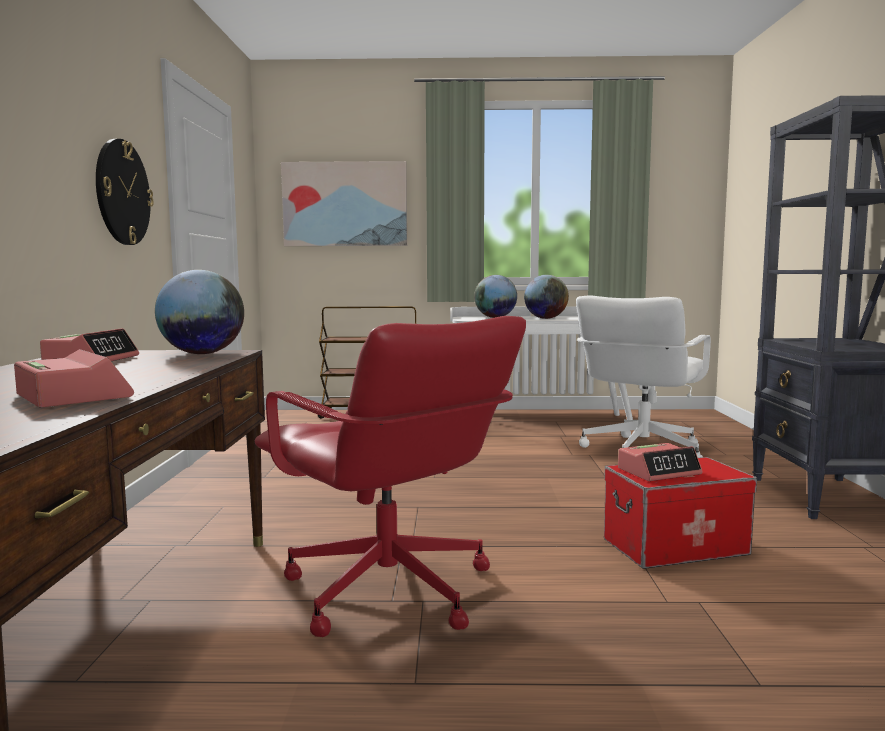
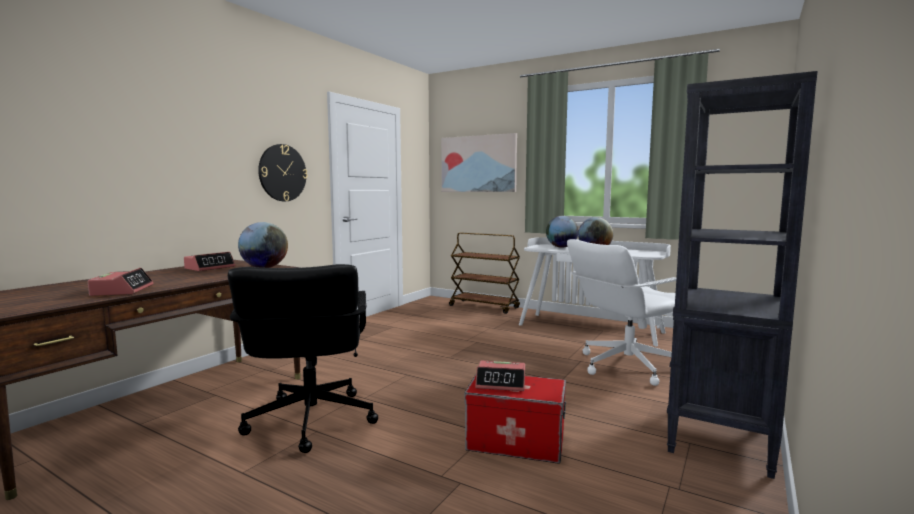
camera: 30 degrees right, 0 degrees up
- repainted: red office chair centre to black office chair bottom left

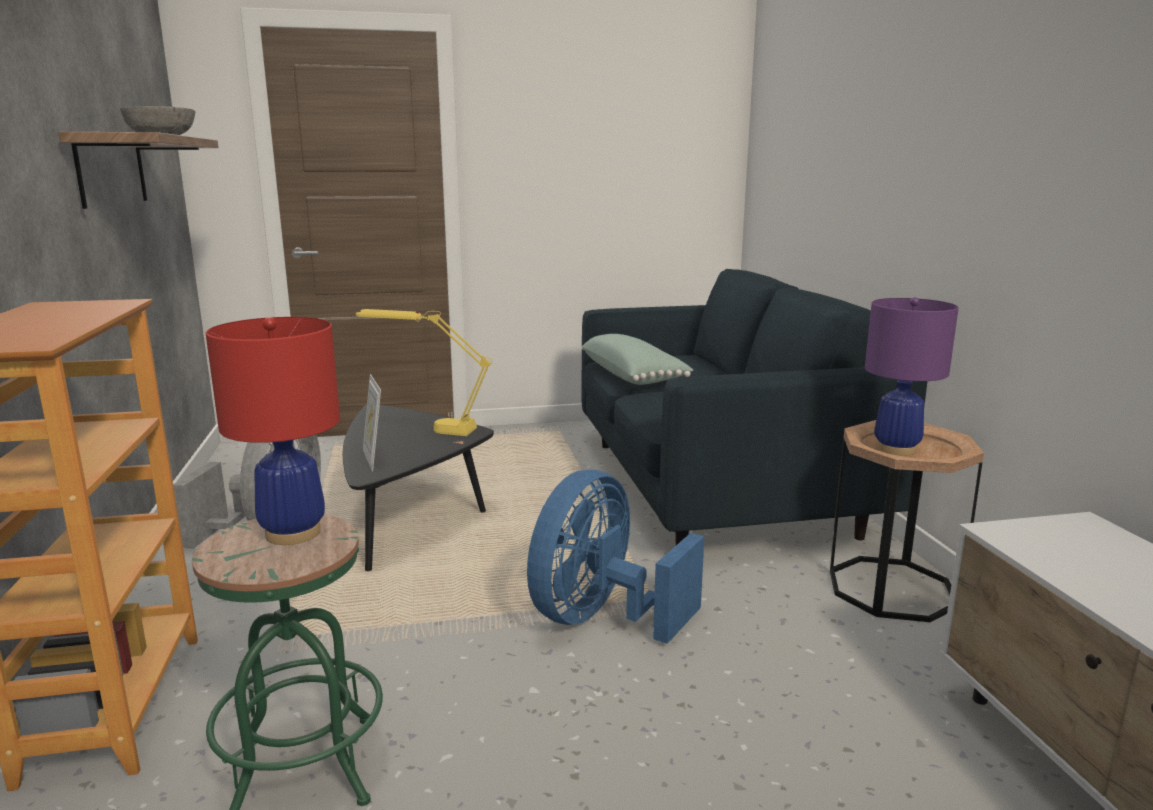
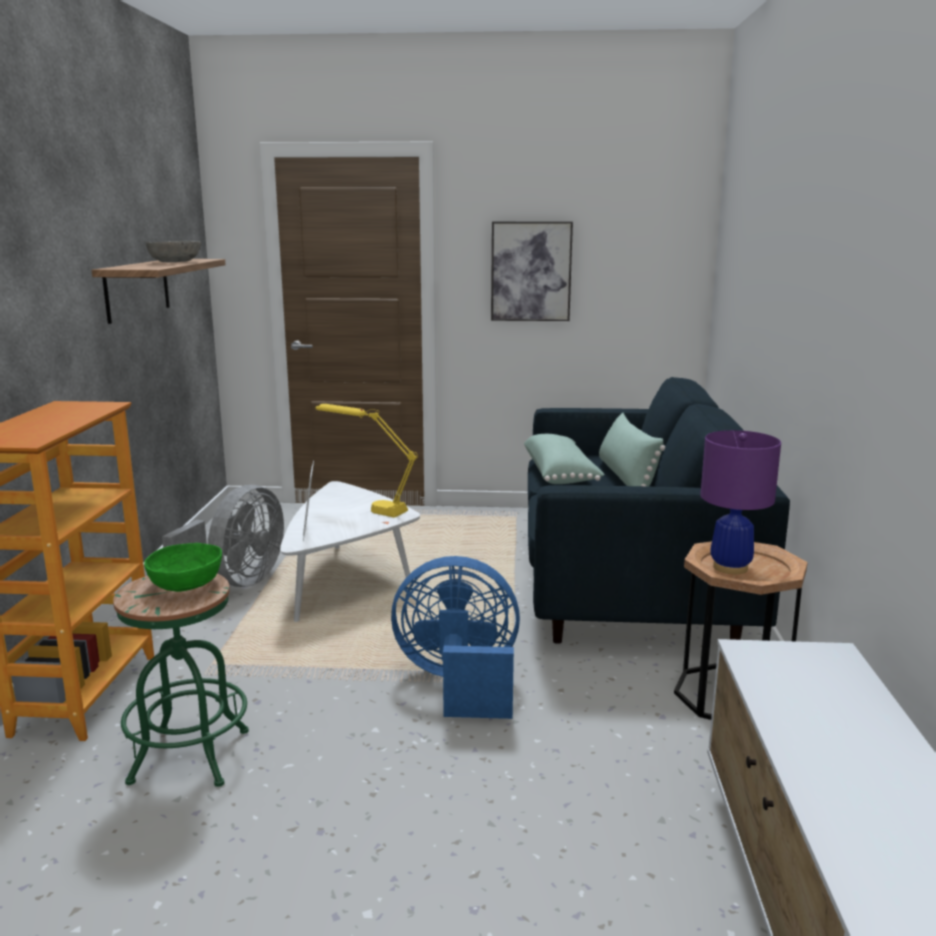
camera: 15 degrees right, 0 degrees up
- swapped: red table lamp middle left to green bowl middle left
- repainted: black coffee table centre to white coffee table centre
- rotated: blue fan bottom centre = bottom centre 45 degrees clockwise
- new: picture top centre
- new: green pillow (no. 2 from left) middle right

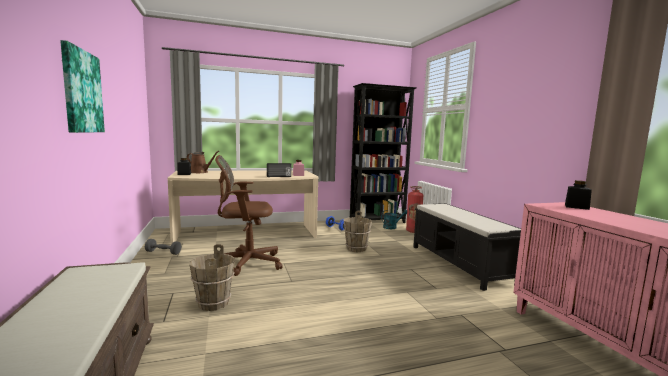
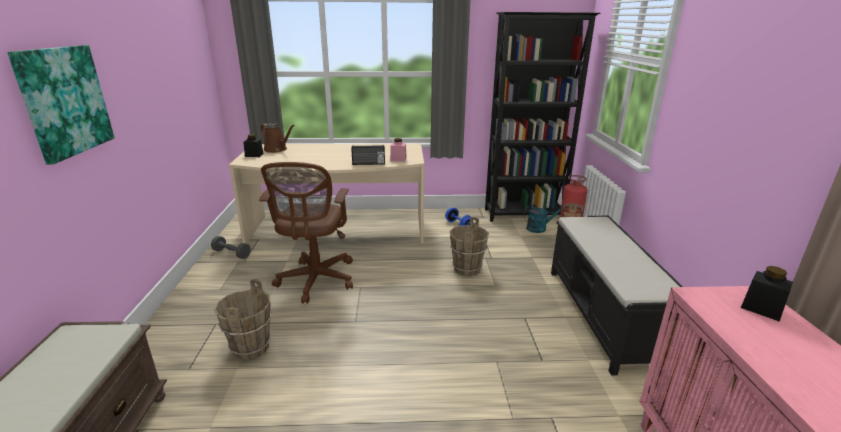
camera: 15 degrees right, 15 degrees up
- rotated: brown office chair centre = centre 90 degrees counterclockwise

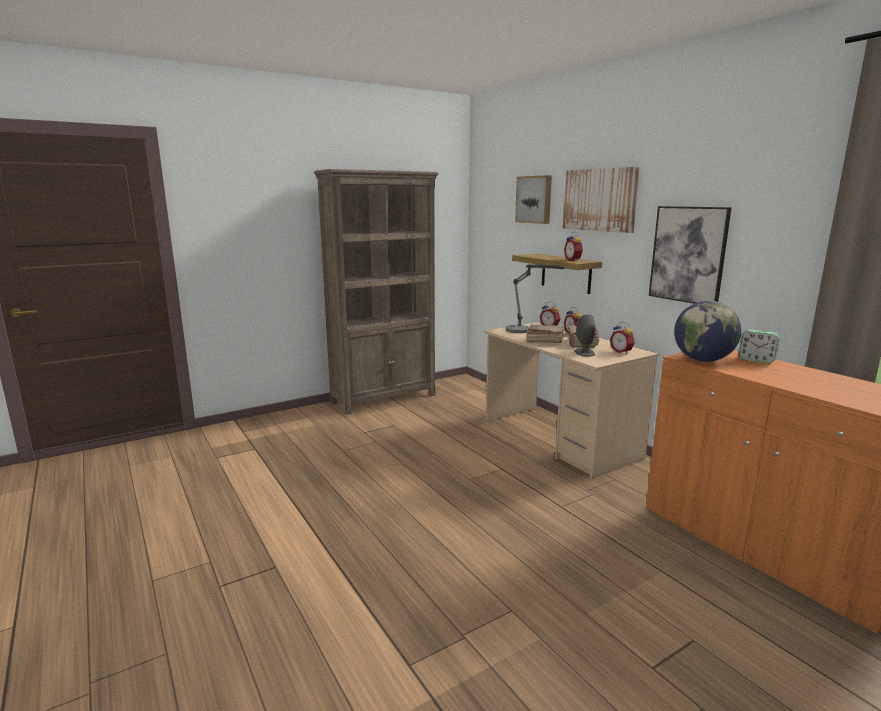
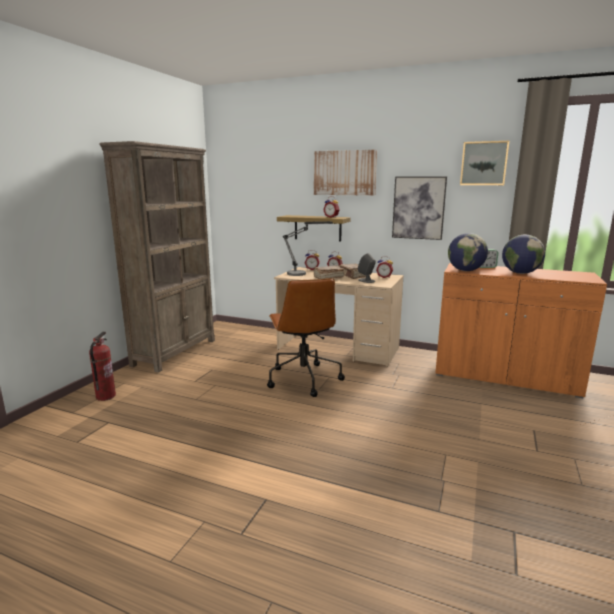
camera: 35 degrees left, 0 degrees up
- new: fire extinguisher middle left
- new: brown office chair centre
- shifted: picture (no. 1 from left in the first image) top centre to picture (no. 3 from left) top right
- new: globe (no. 2 from left) middle right

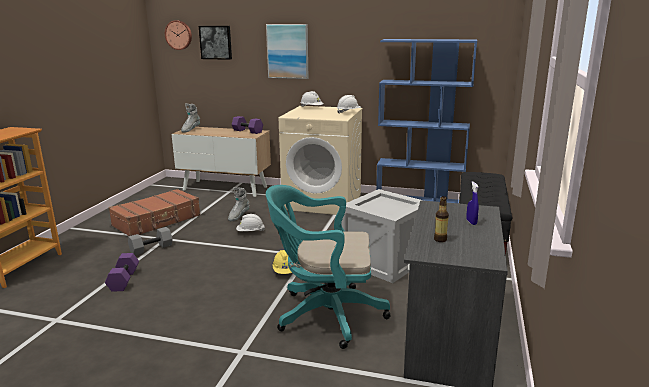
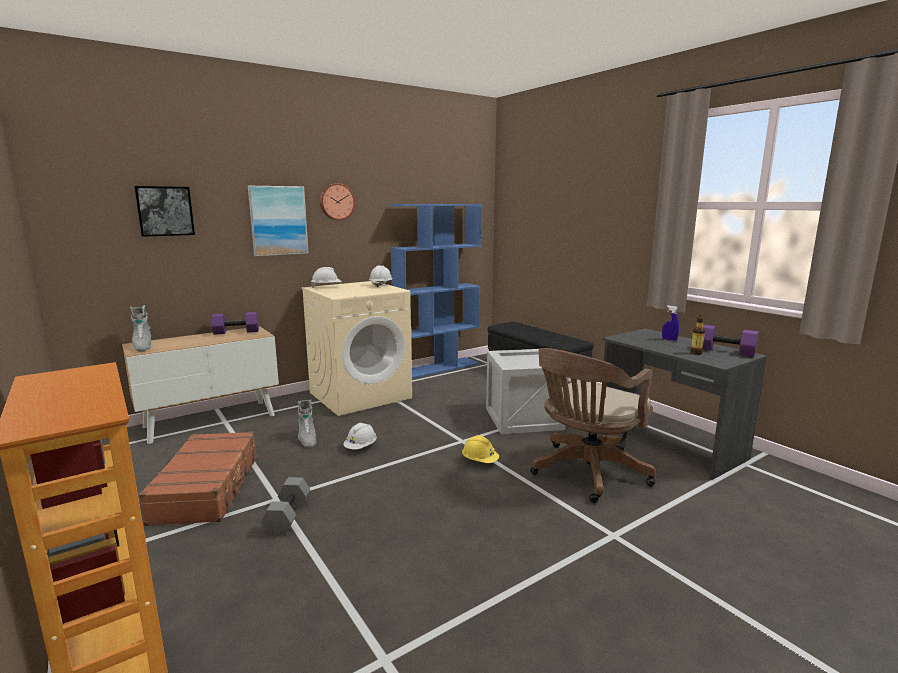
camera: 50 degrees left, 5 degrees down
- shifted: wall clock top left to top centre
- repainted: turquoise office chair bottom centre to brown office chair centre
- shifted: purple dumbbell (no. 1 from left in the first image) bottom left to purple dumbbell (no. 2 from left) middle right

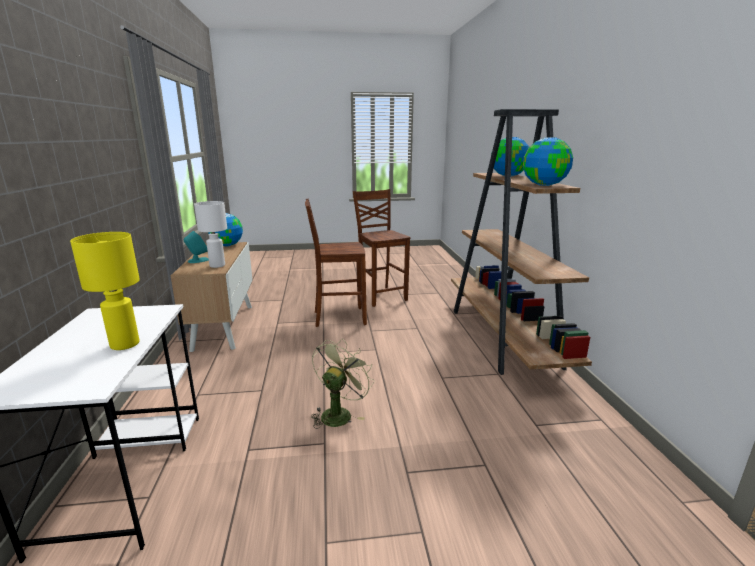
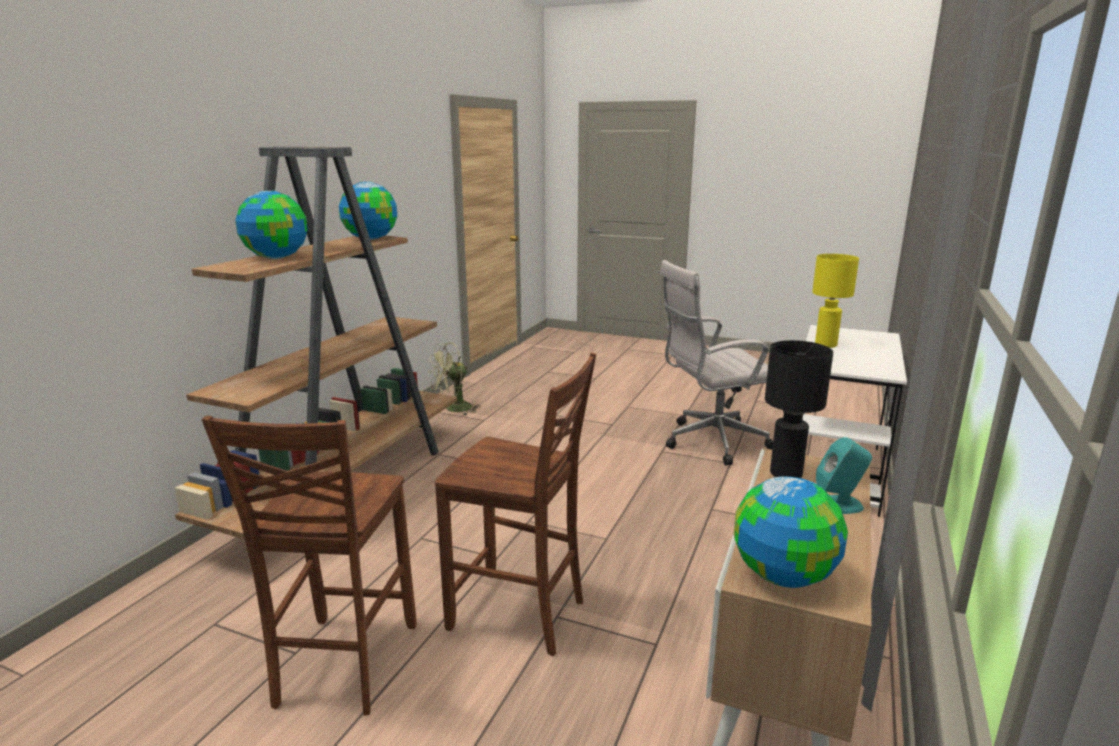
camera: 150 degrees left, 0 degrees up
- shifted: green fan bottom centre to centre
- new: white office chair centre
- repainted: white table lamp middle left to black table lamp middle right

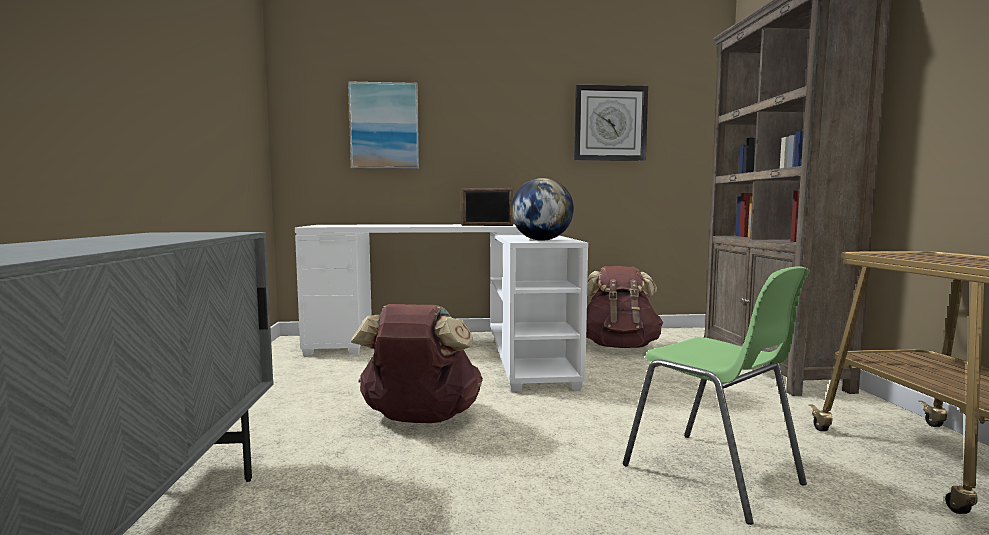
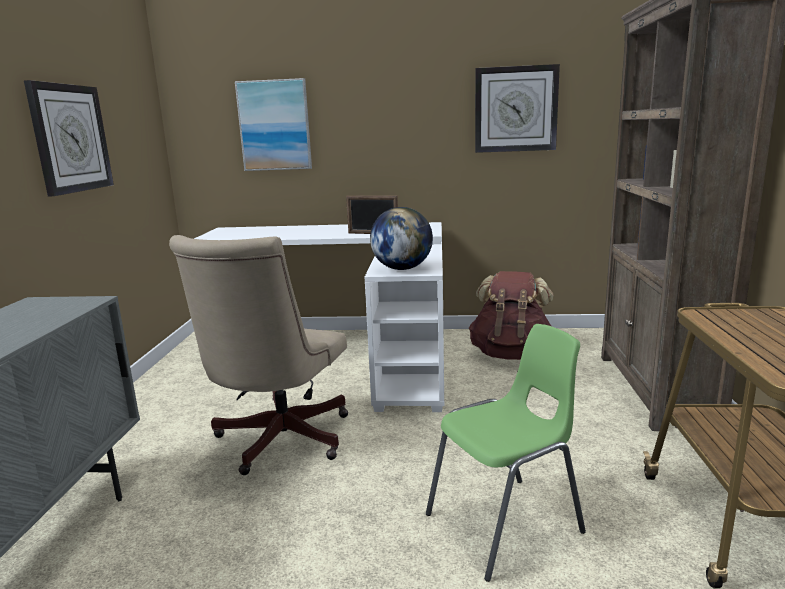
camera: 10 degrees right, 10 degrees up
- new: wall clock (no. 1 from left) top left
- swapped: brown backpack (no. 1 from left) bottom centre to beige office chair middle left
- rotated: green chair bottom right = bottom centre 90 degrees counterclockwise

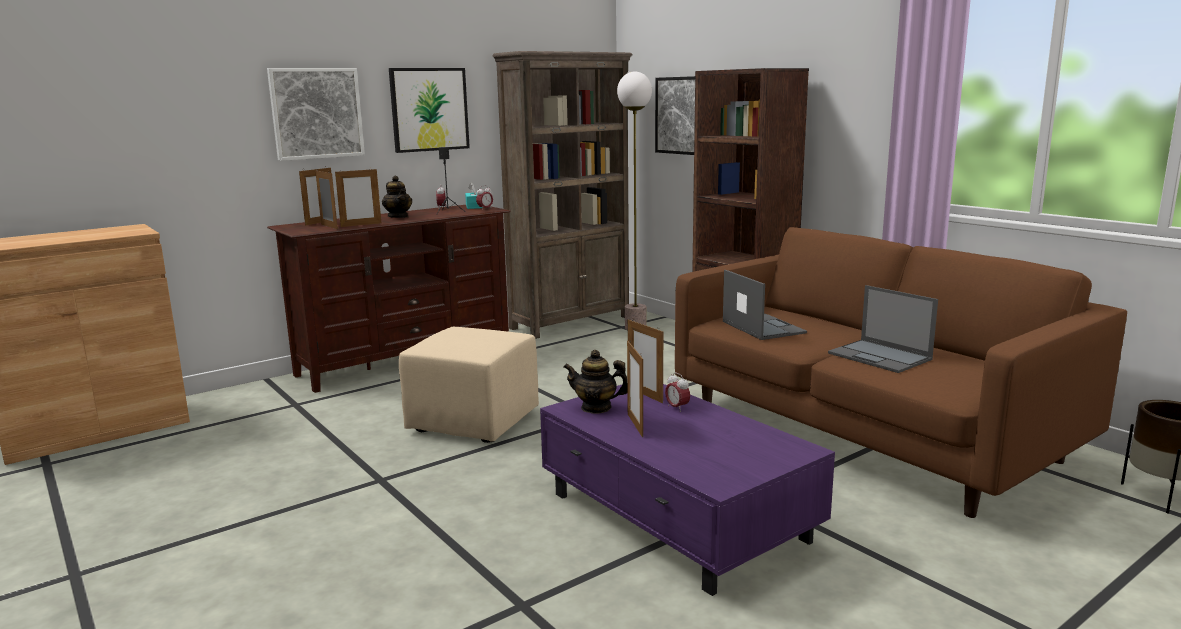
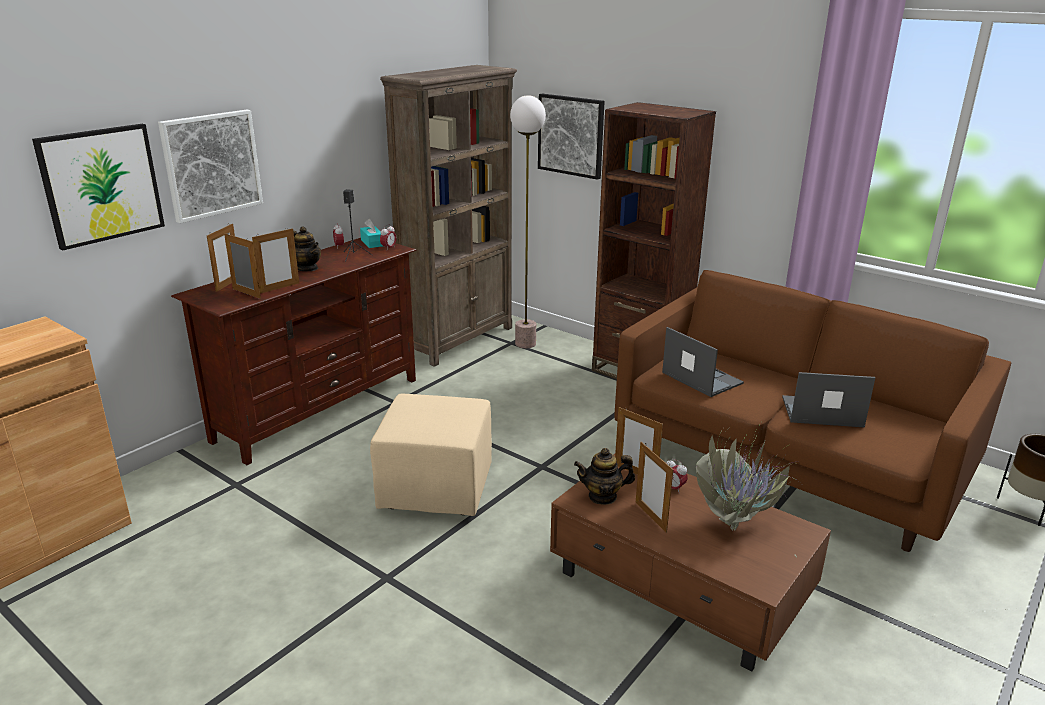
camera: 15 degrees left, 10 degrees up
- shifted: picture (no. 2 from left in the first image) top centre to picture (no. 1 from left) top left
- repainted: purple coffee table bottom centre to brown coffee table bottom centre
- new: potted plant bottom right
- rotated: laptop (no. 2 from left) middle right = middle right 150 degrees clockwise

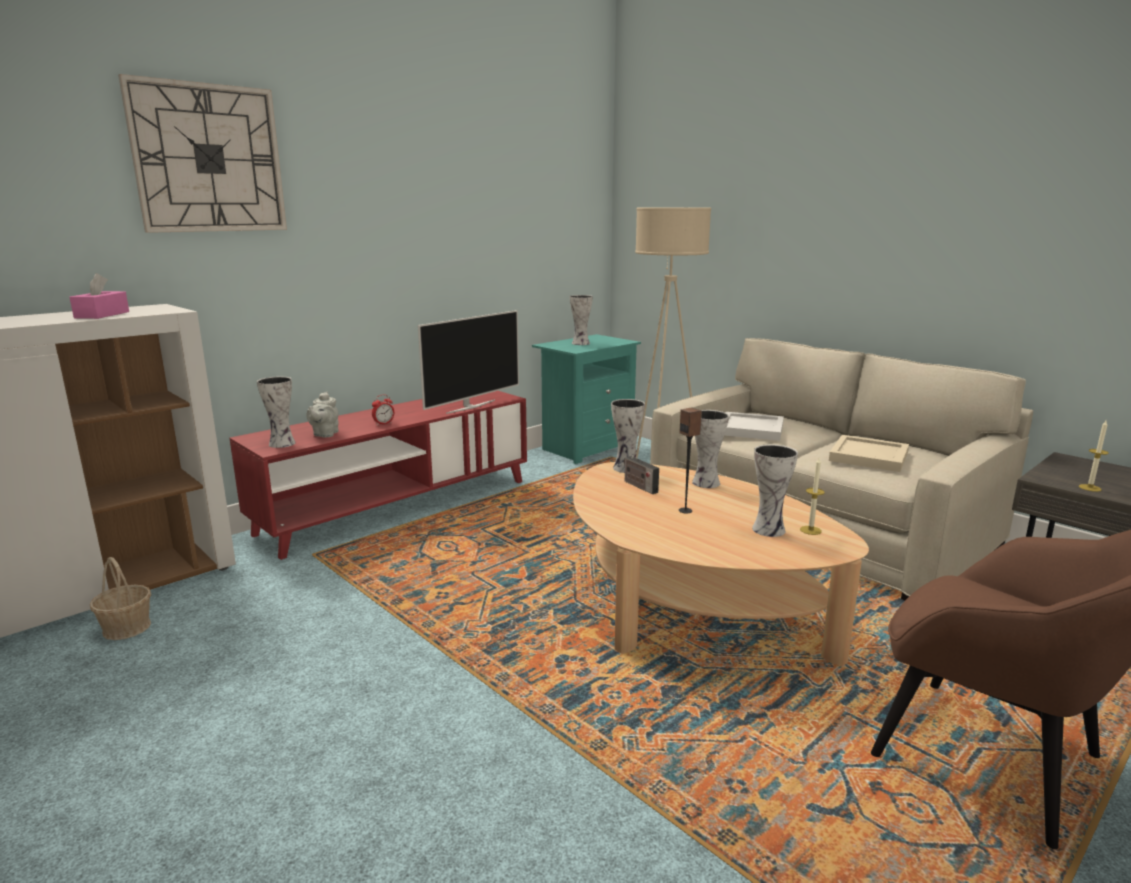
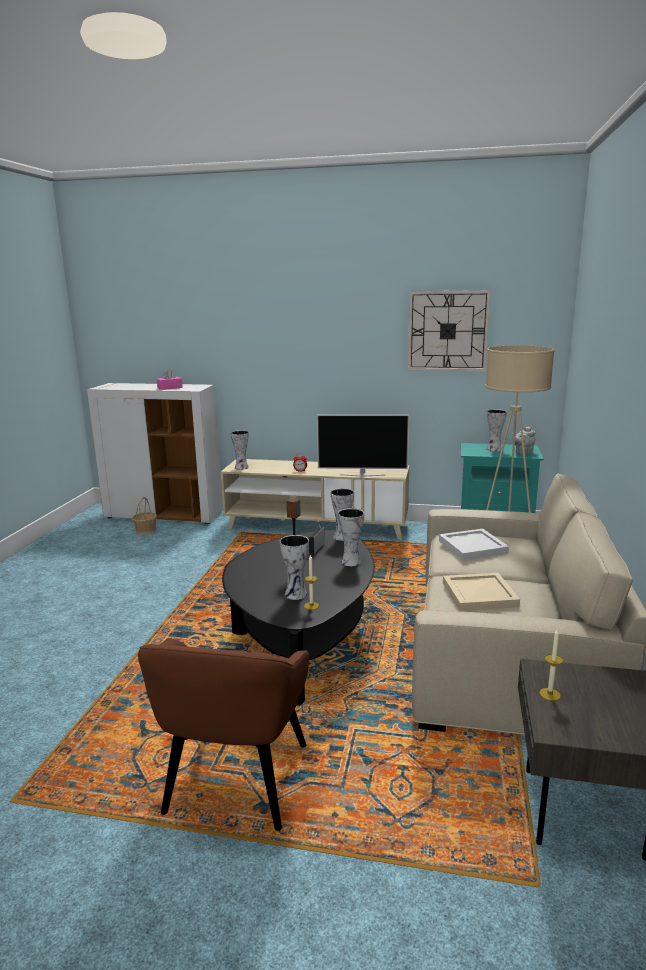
camera: 55 degrees right, 0 degrees up
- repainted: red tv stand centre to beige tv stand centre
- repainted: beige coffee table centre to black coffee table centre
- shifted: wall clock top left to middle right
- shifted: grey teapot middle left to middle right

